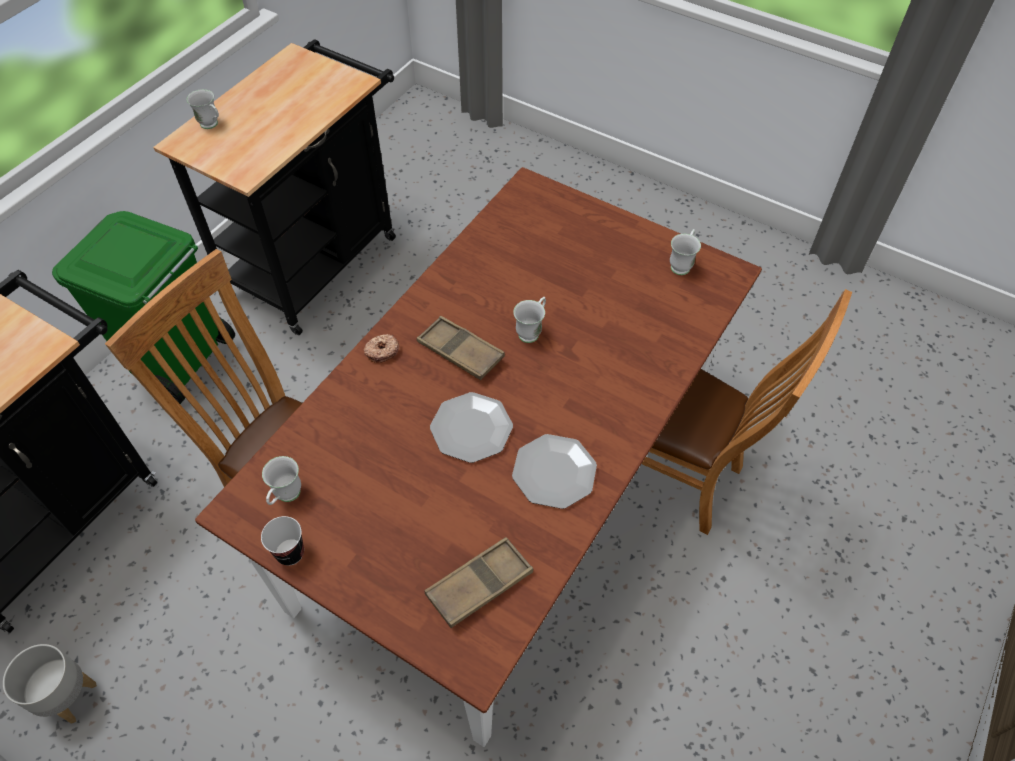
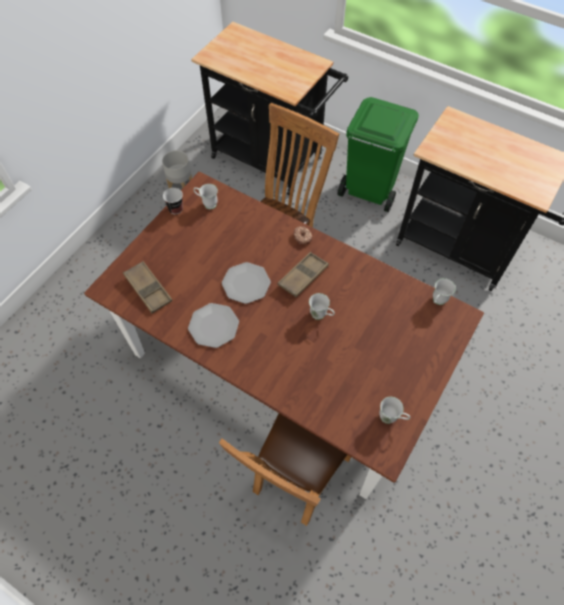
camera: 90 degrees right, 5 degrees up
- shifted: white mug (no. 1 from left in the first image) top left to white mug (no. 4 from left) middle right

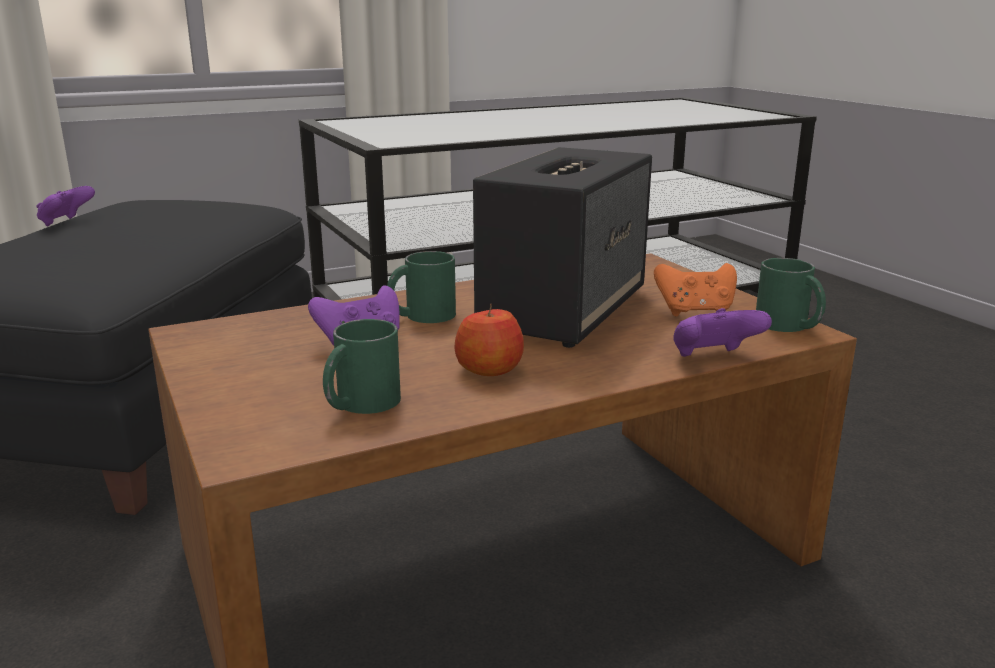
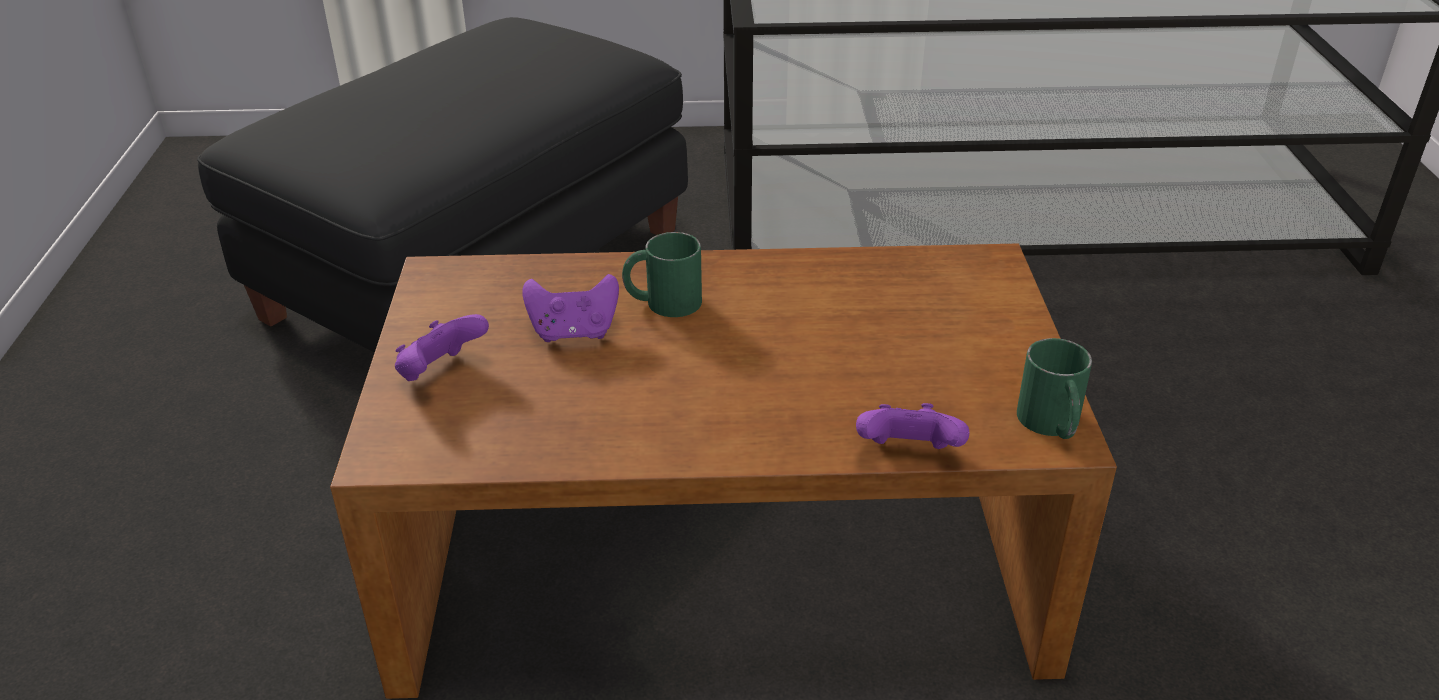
camera: 25 degrees right, 15 degrees up
- shifted: purple game controller (no. 1 from left) top left to middle left
- gone: green mug (no. 1 from left) centre
- gone: apple centre
- gone: speaker centre
- gone: orange game controller middle right

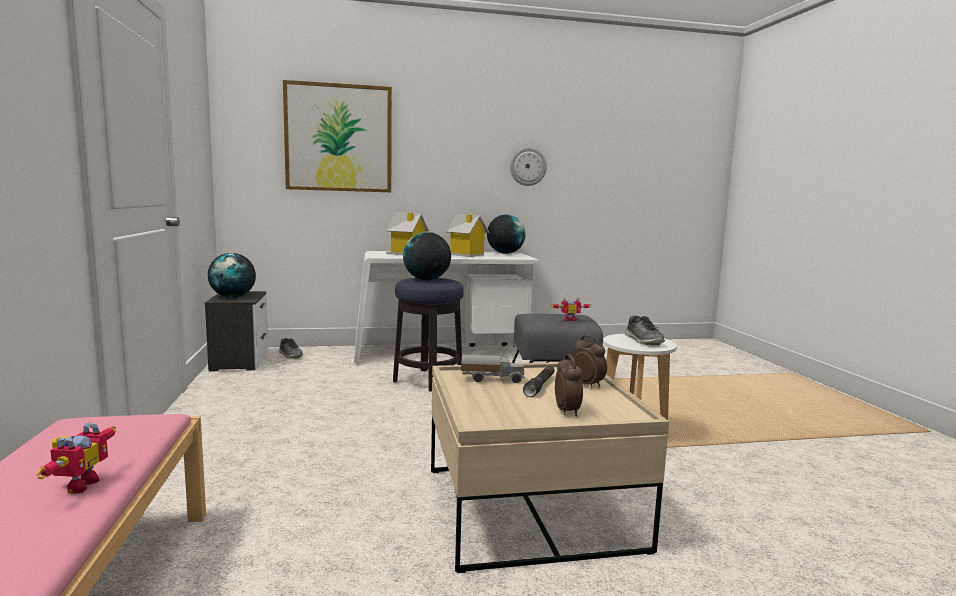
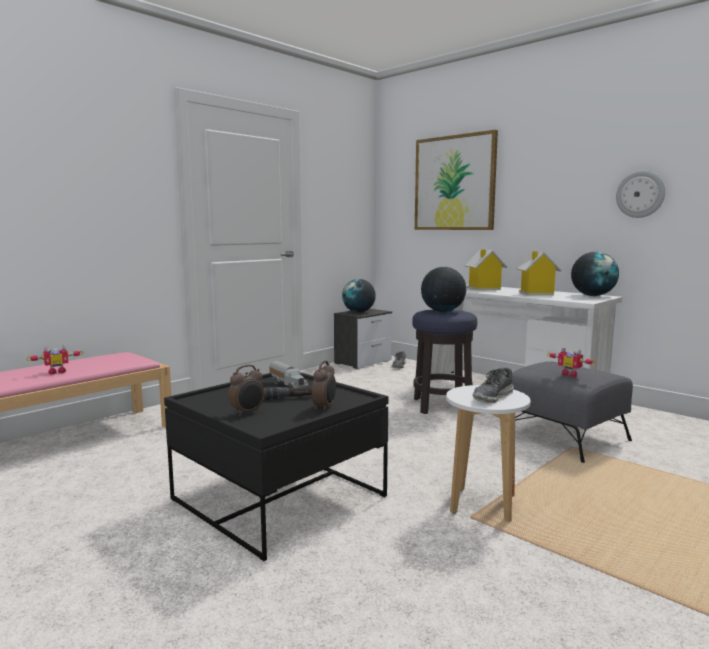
camera: 55 degrees right, 0 degrees up
- repainted: beige coffee table bottom centre to black coffee table bottom centre

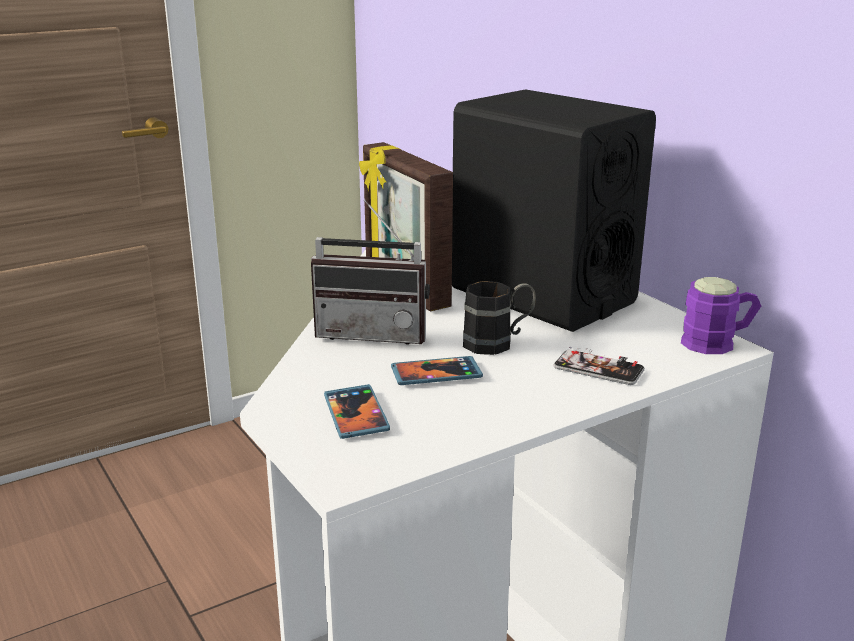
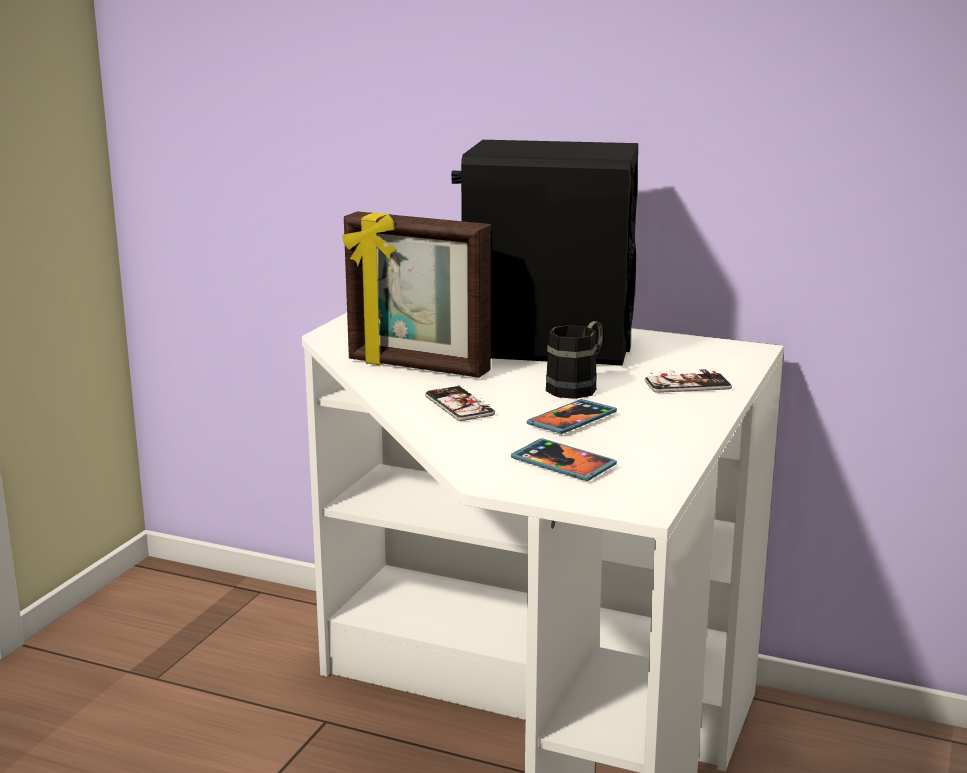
camera: 35 degrees left, 5 degrees down
- swapped: radio centre to phone (no. 1 from left) centre
- gone: purple mug middle right

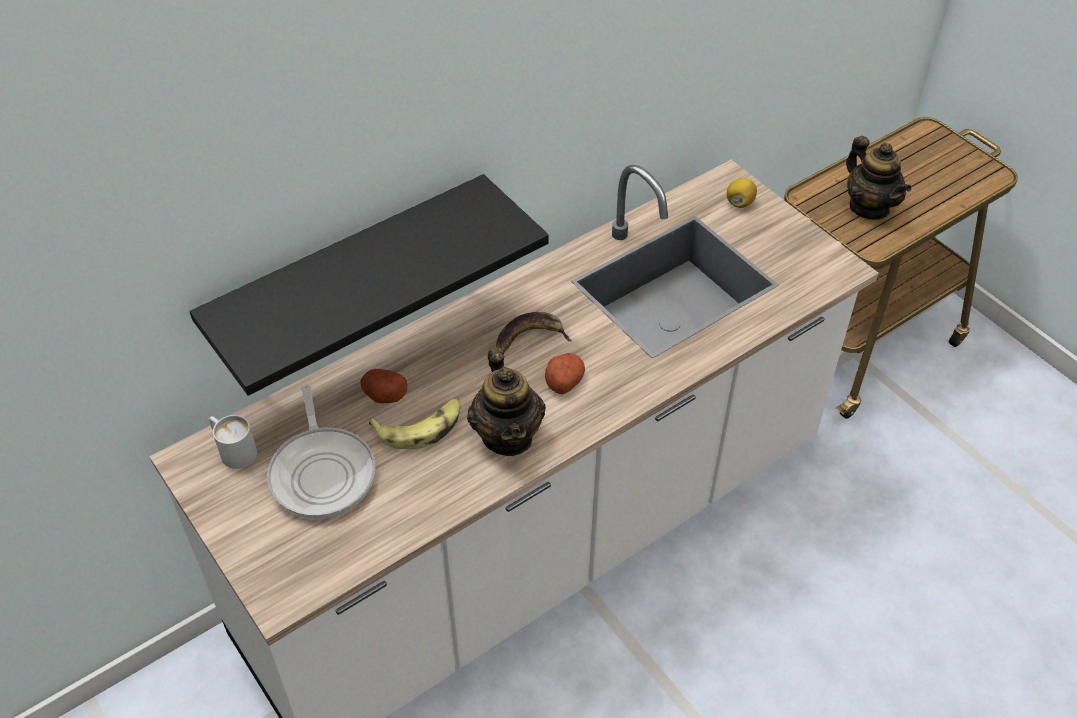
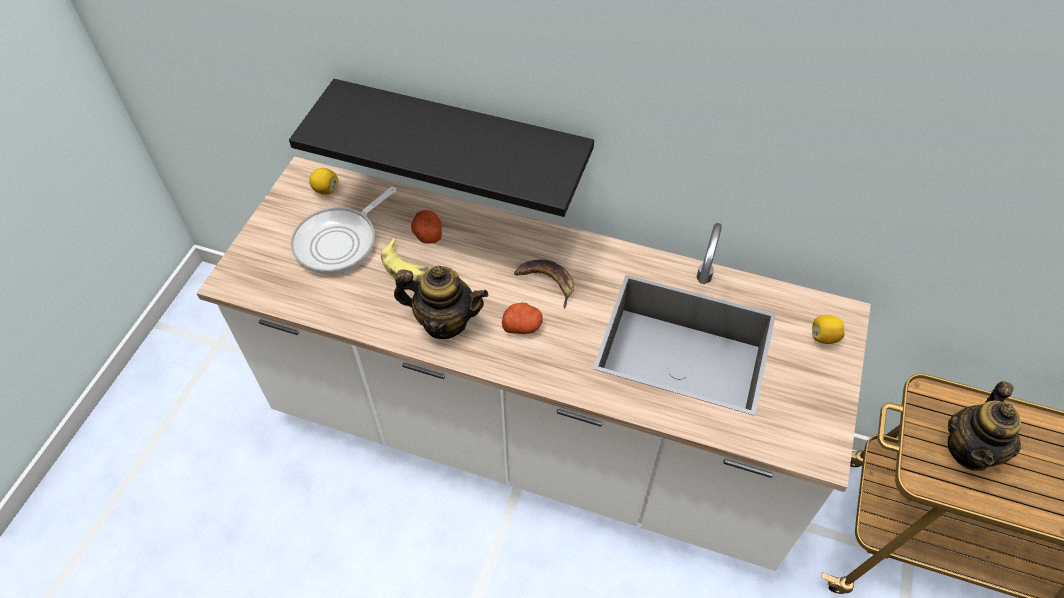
camera: 55 degrees right, 5 degrees up
- swapped: white mug middle left to lemon (no. 1 from left) top left
- rotated: teapot (no. 1 from left) centre = centre 120 degrees counterclockwise

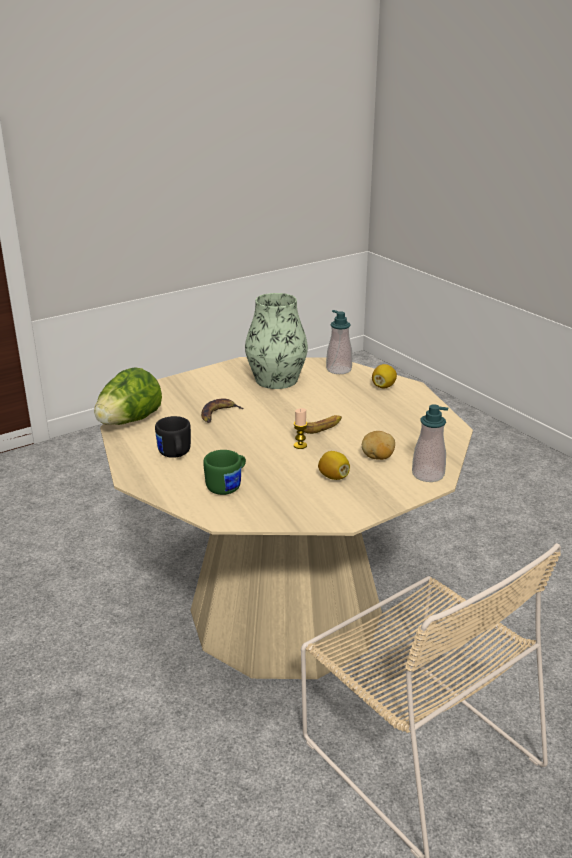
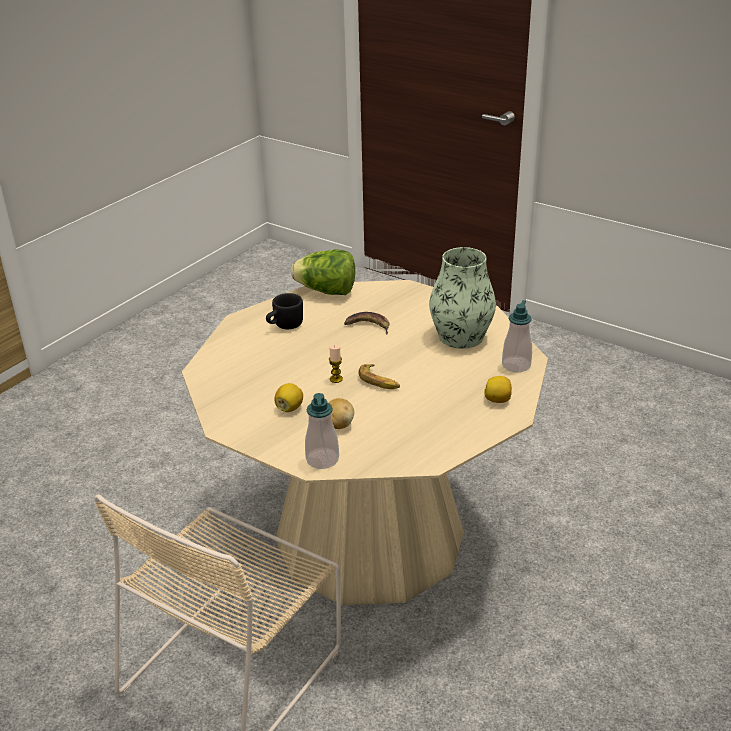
camera: 70 degrees right, 5 degrees up
- gone: green mug centre

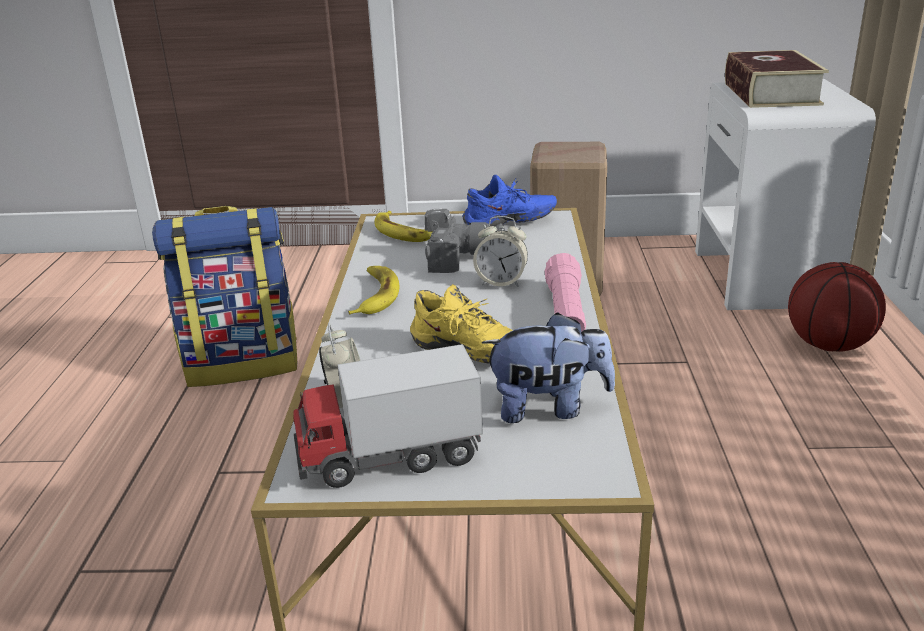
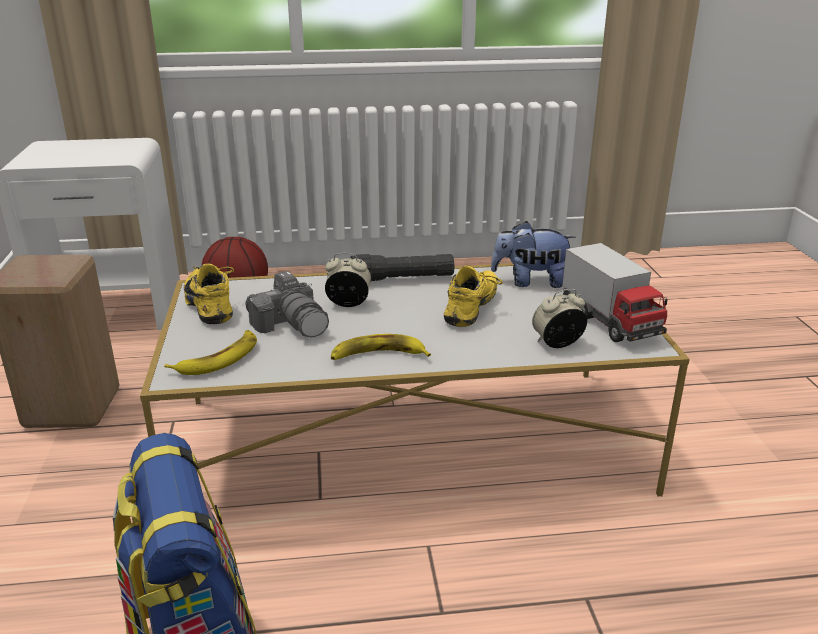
camera: 100 degrees left, 0 degrees up
- repainted: blue shoe top centre to yellow shoe (no. 1 from left) middle left
- rotated: photo camera centre = centre 150 degrees clockwise
- rotated: alarm clock (no. 2 from left in the first image) centre = centre 90 degrees counterclockwise
- repainted: pink flashlight centre to black flashlight centre
- rotated: plush toy centre = centre 75 degrees counterclockwise
- gone: book top right

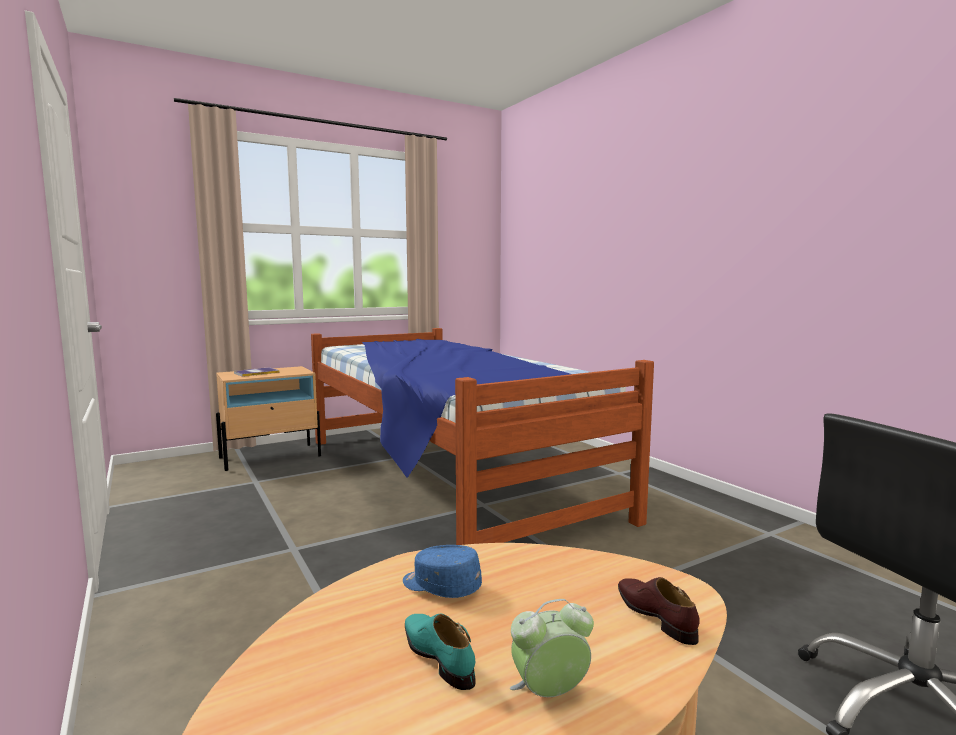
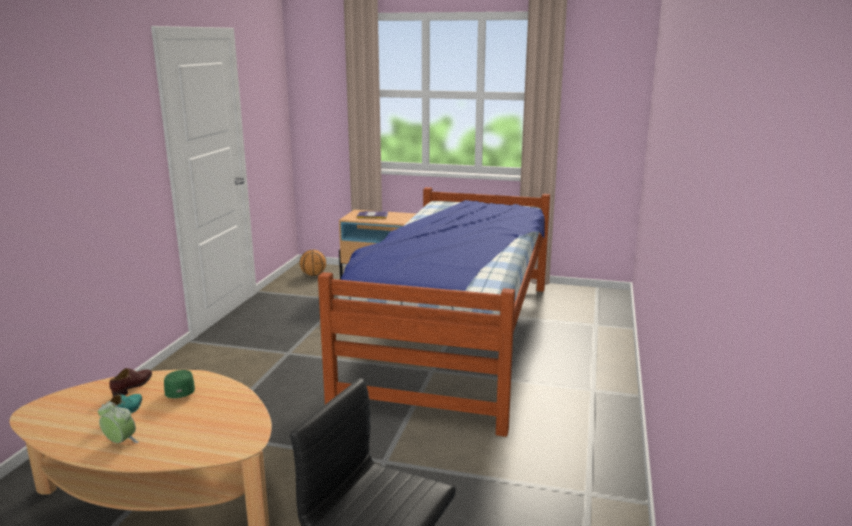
camera: 45 degrees right, 10 degrees up
- shifted: brown shoe bottom right to bottom left
- repainted: blue cap bottom centre to green cap bottom left
- new: basketball centre

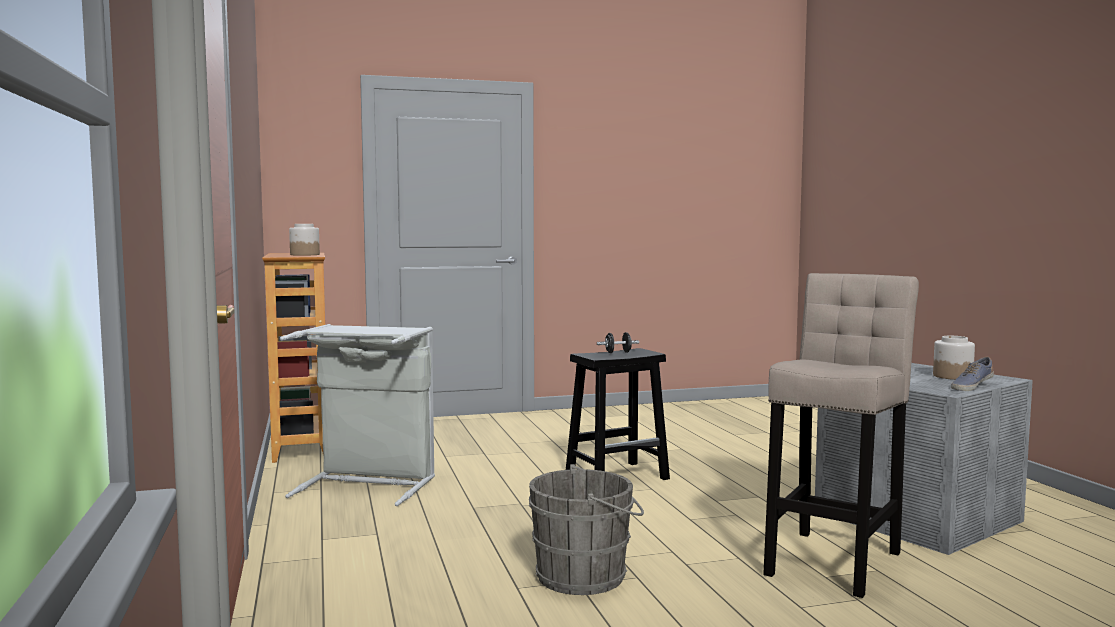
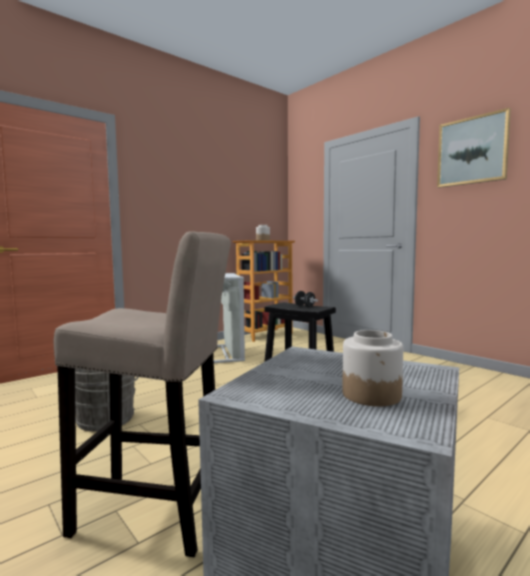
camera: 65 degrees right, 0 degrees up
- new: picture top right
- gone: shoe middle right

